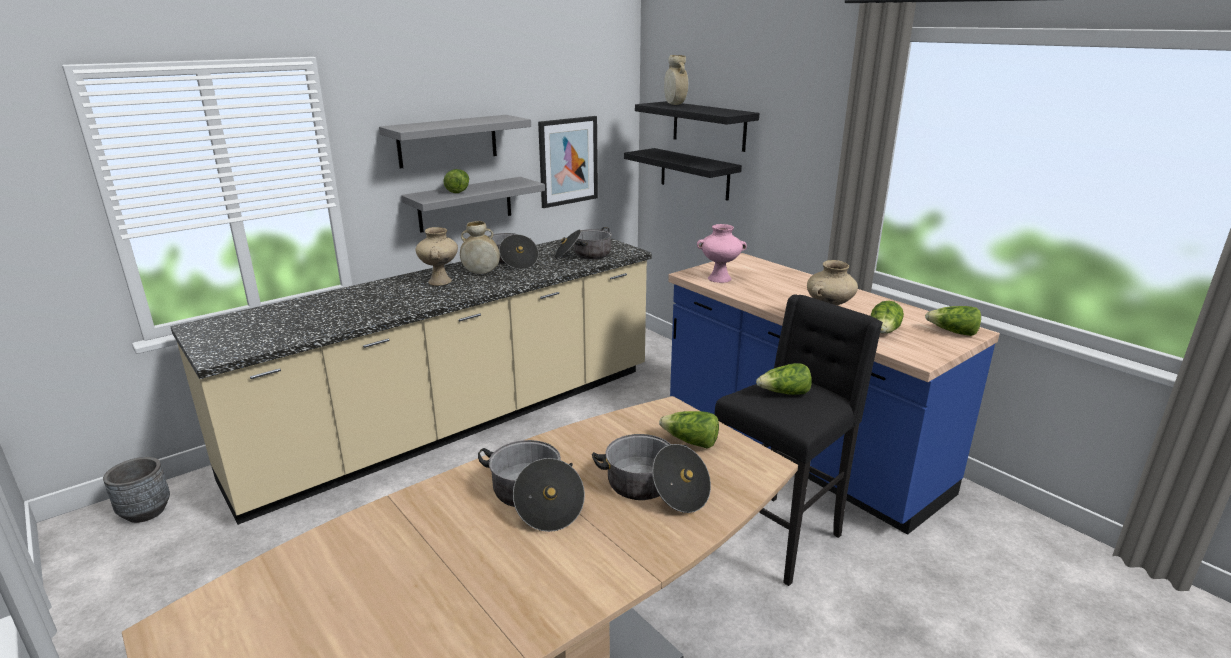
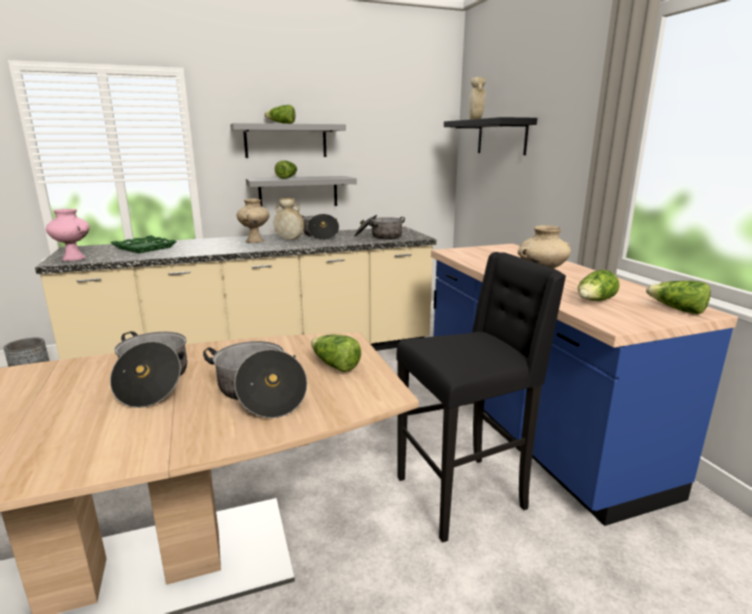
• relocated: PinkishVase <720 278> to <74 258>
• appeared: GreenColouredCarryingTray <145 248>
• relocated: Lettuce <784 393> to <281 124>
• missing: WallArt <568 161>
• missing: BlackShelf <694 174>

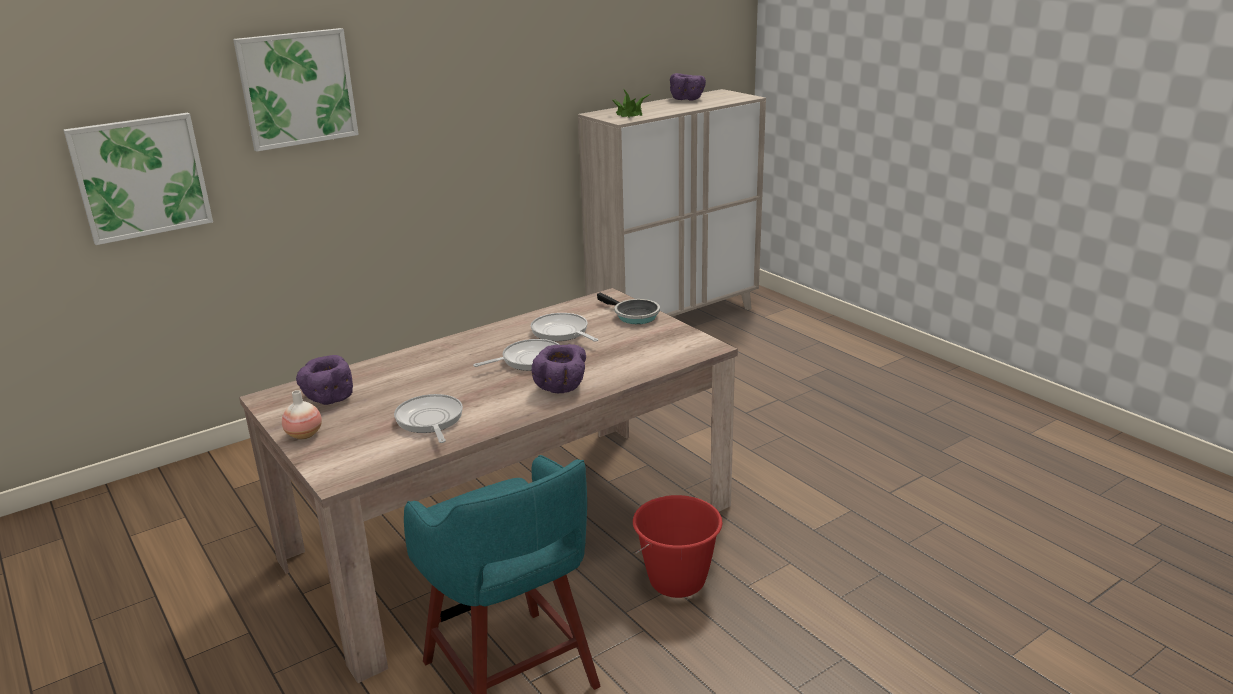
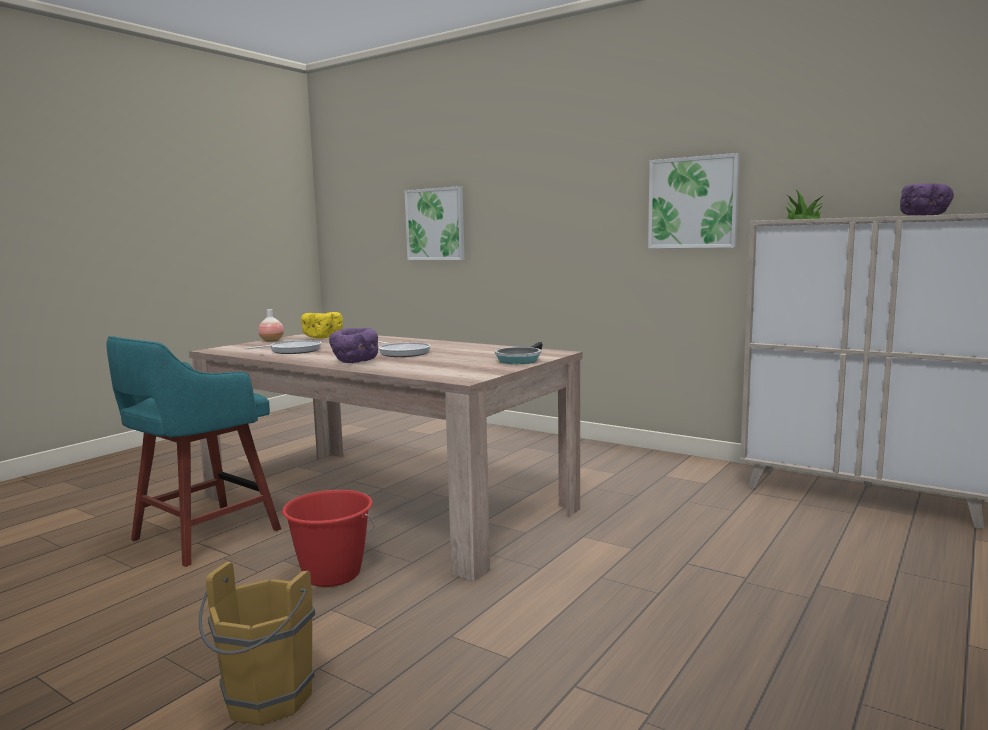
• appeared: BrownColouredWaterBucket <264 702>
• colour: PurplishDeepDish <327 398> to YellowDeepDish <323 337>
• relocated: WallArt <297 88> to <693 203>
• missing: FryingPan <562 332>

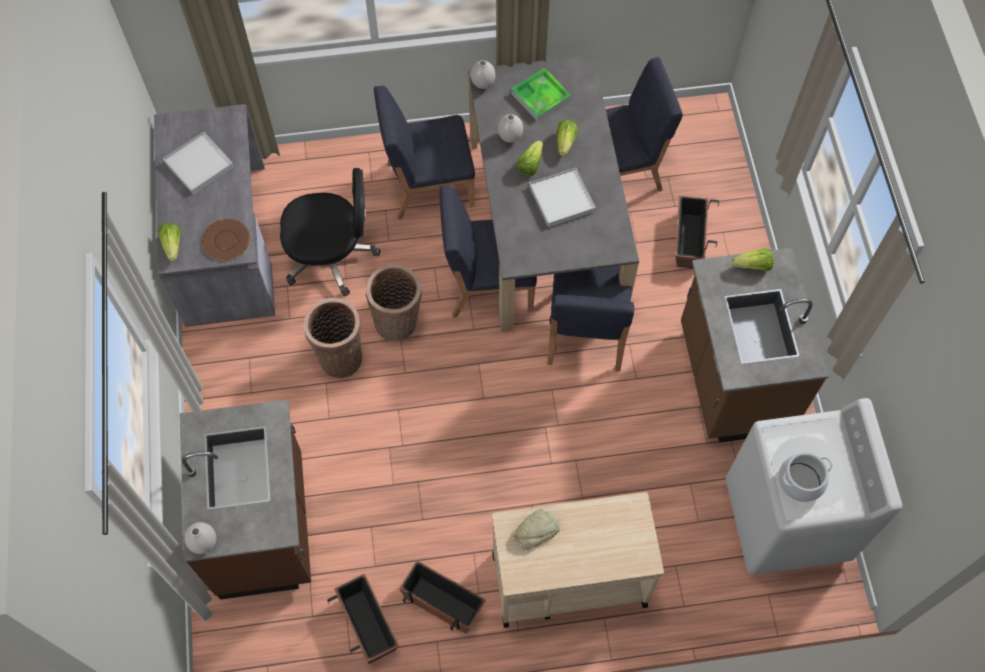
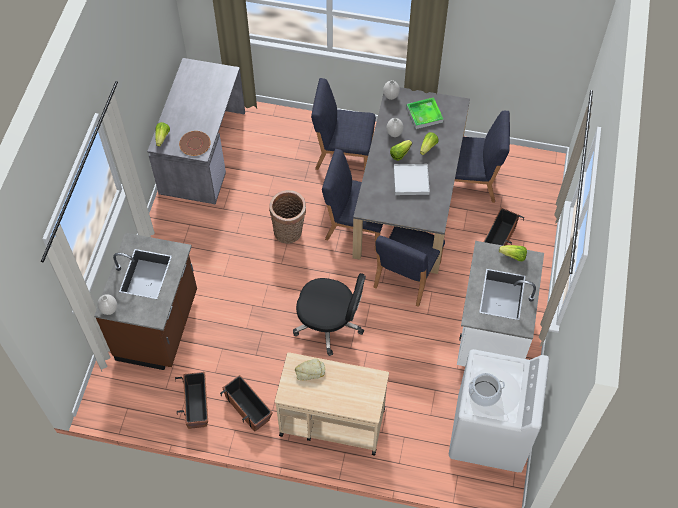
• relocated: BlackDeskChair <332 255> to <329 324>
• colour: BrownColouredKitchenBaseUnit <731 379> to WhiteColouredKitchenBaseUnit <490 335>
• missing: WhiteColouredCarryingTray <199 165>
• missing: Basket <340 356>

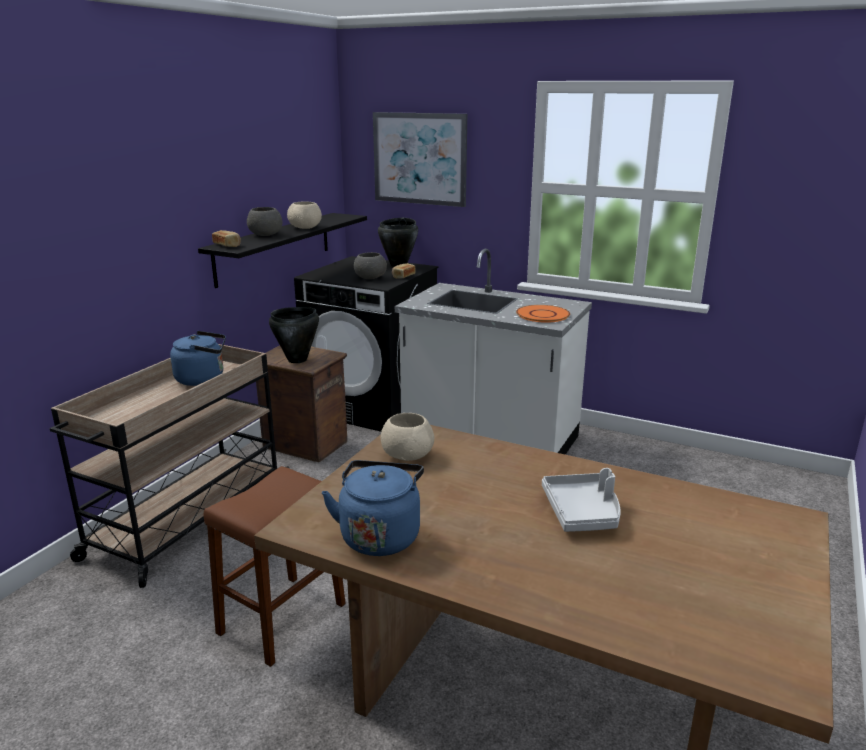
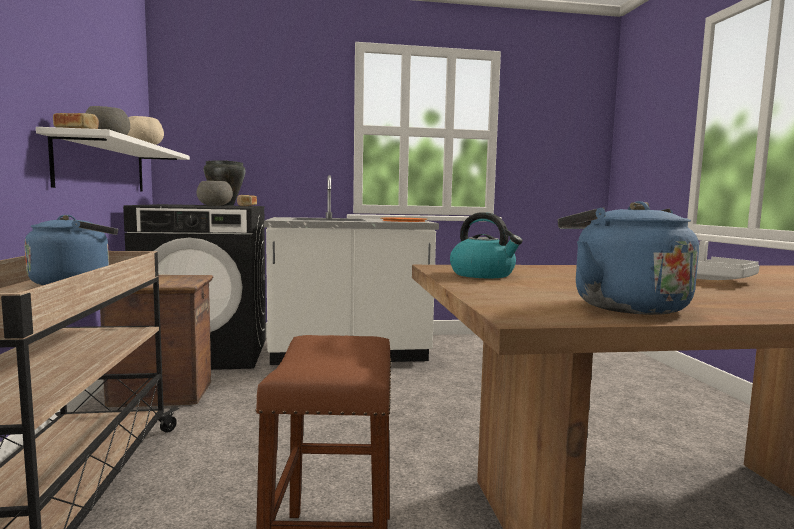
• colour: BlackShelf <274 248> to WhiteColouredShelf <103 166>
• exchanged: BeigeDeepDish <407 455> to Kettle <483 274>
• missing: BlackSaucepot <297 360>
• missing: WallArt <419 159>

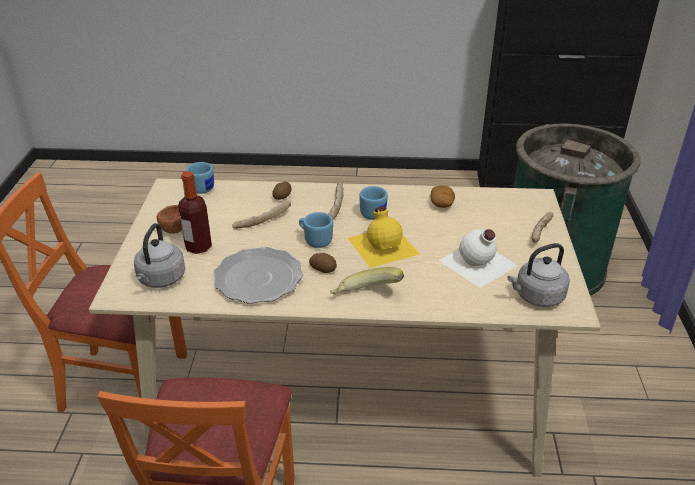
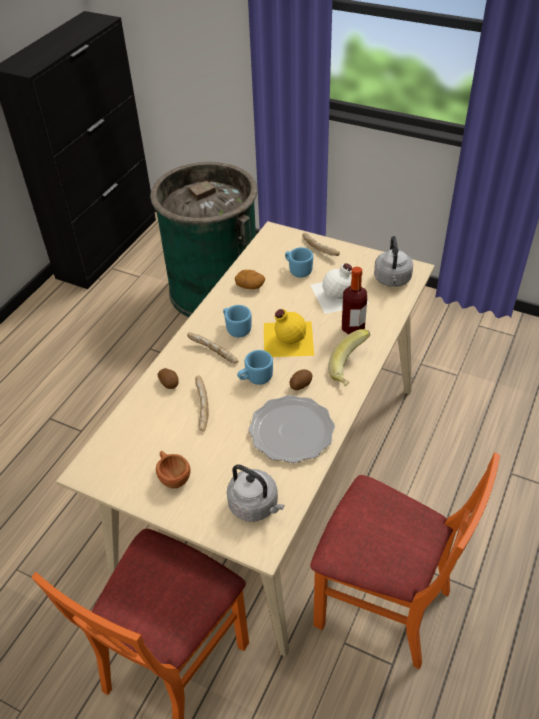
• relocated: BluishMug <204 187> to <298 270>
• relocated: BeverageBottle <198 247> to <353 328>

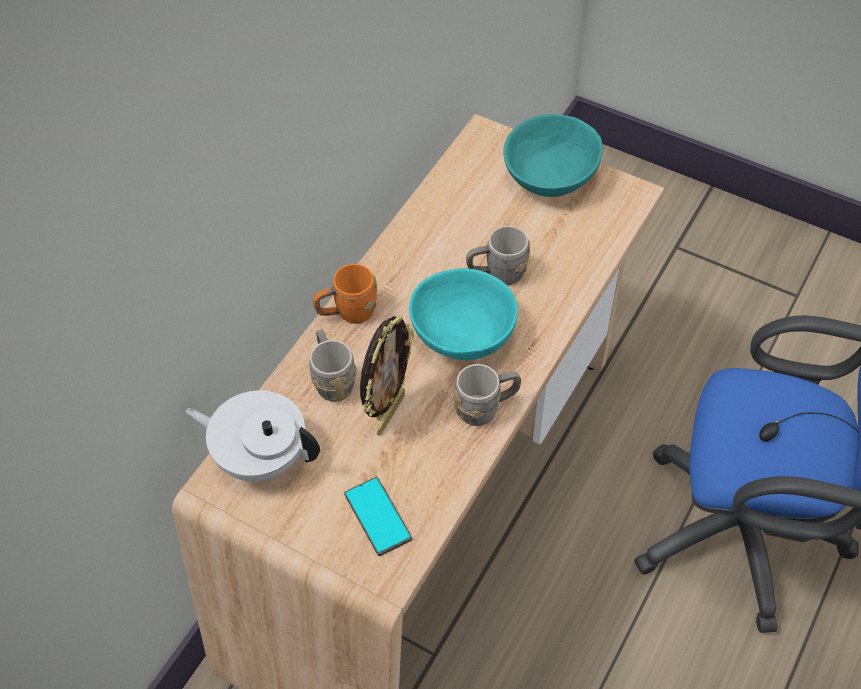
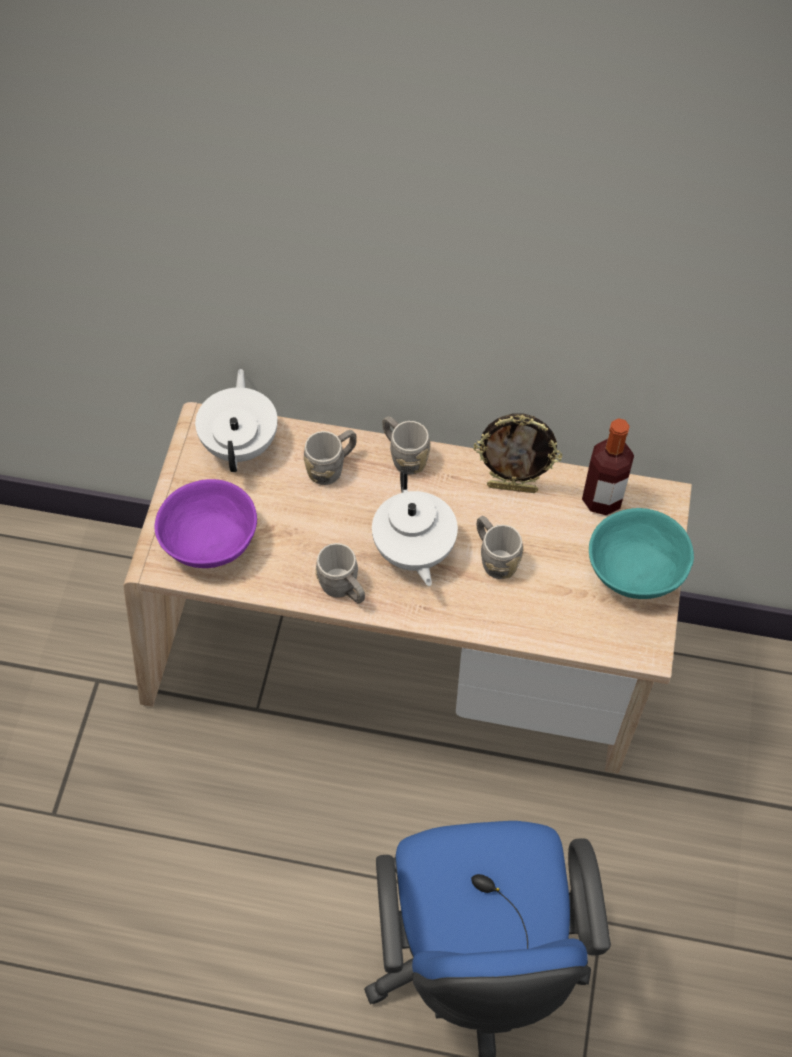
• exchanged: Phone <378 516> to PurplishDeepDish <212 541>
• exchanged: TurquoiseDeepDish <464 336> to WhiteColouredTeaPot <413 551>
• colour: OrangeMug <347 313> to GreyMug <404 456>
• relocated: PhotoFrame <389 413> to <512 487>
• appeared: BeverageBottle <602 499>

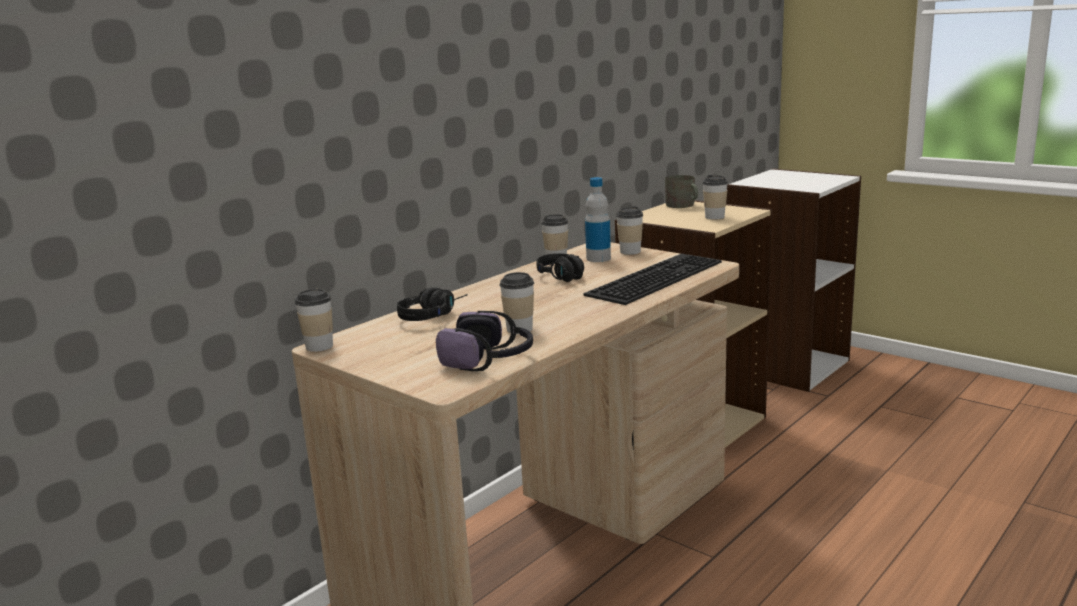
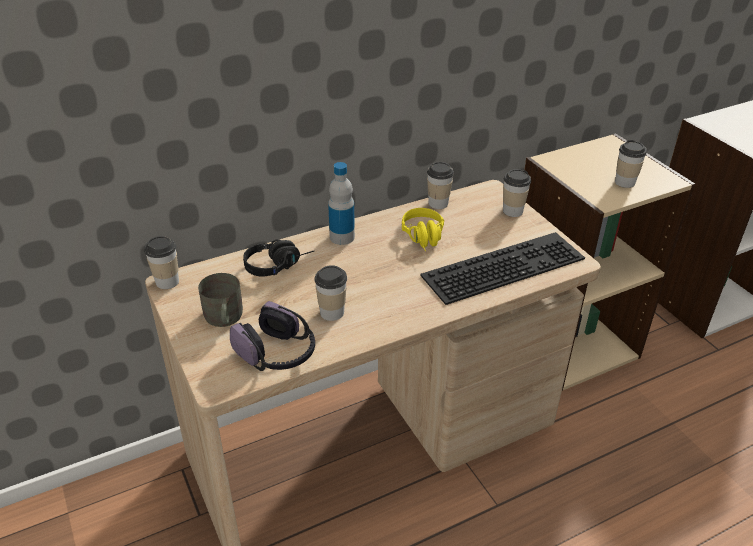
• relocated: GreyMug <682 205> to <223 318>
• relocated: BeverageBottle <598 258> to <342 237>
• colour: BlackHeadset <565 278> to YellowHeadset <425 239>

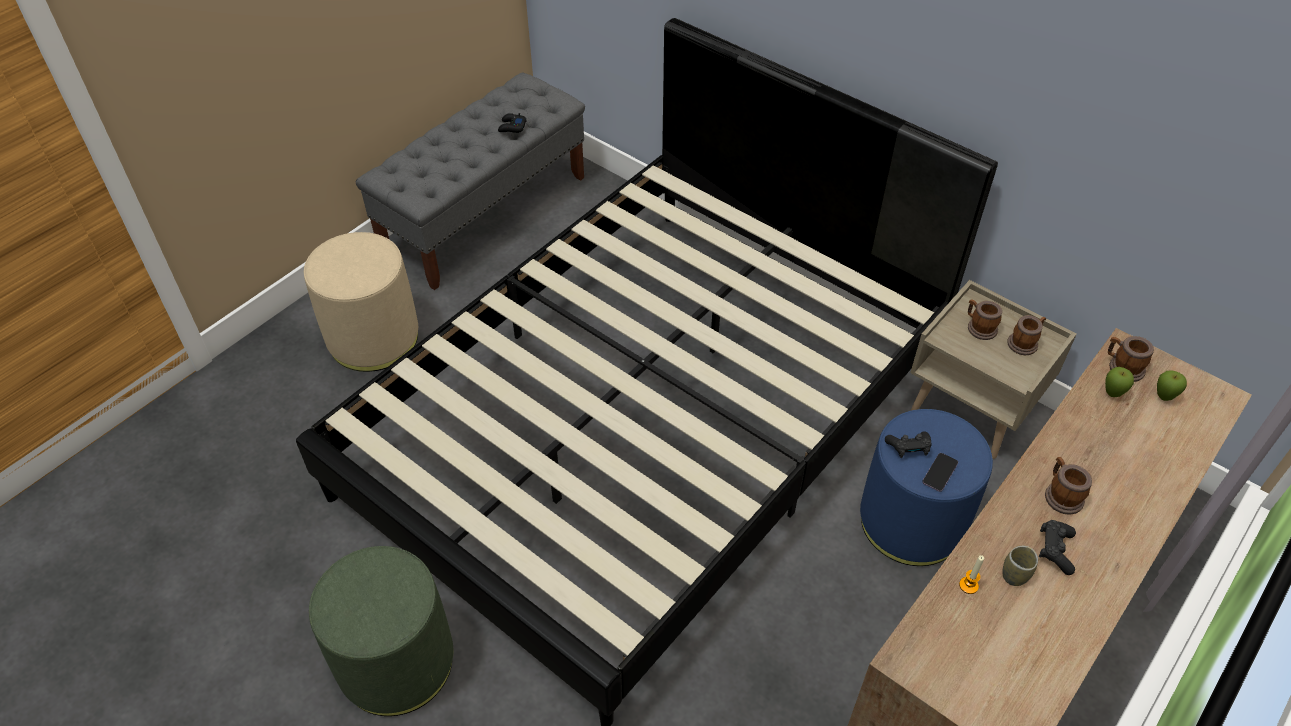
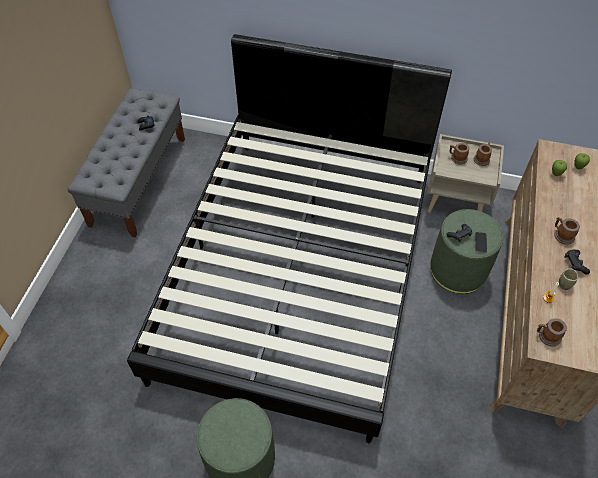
• colour: BluishPouffe <911 521> to GreenColouredPouffe <457 270>
• relocated: Mug <1122 367> to <547 336>
• missing: BeigePouffe <374 338>

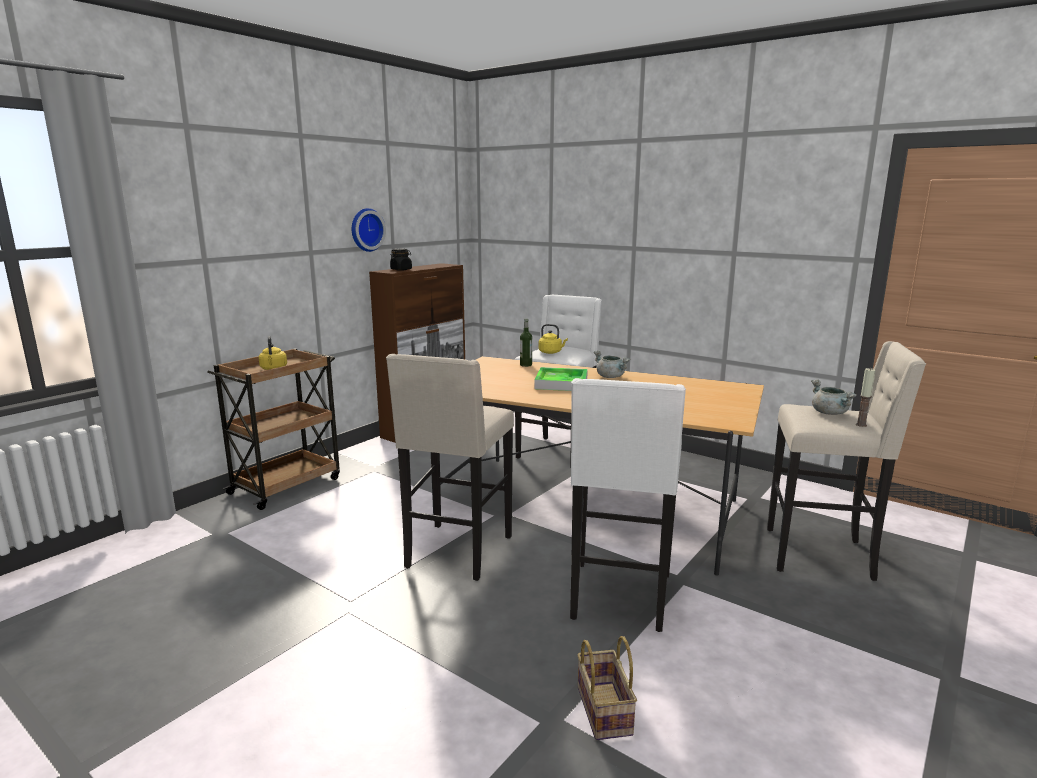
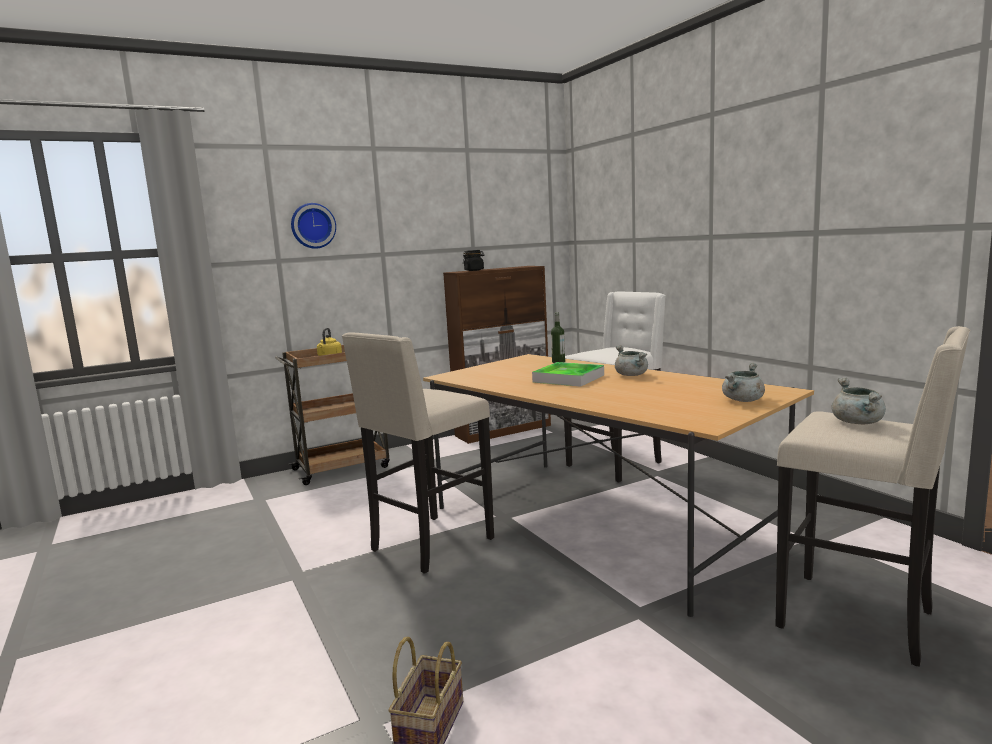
• relocated: ClockOnTheWall <366 230> to <312 226>
• appeared: GreySaucepot <743 400>
• missing: YellowKettle <551 352>
• missing: WhiteColouredStool <619 598>
• missing: Candle <861 425>

